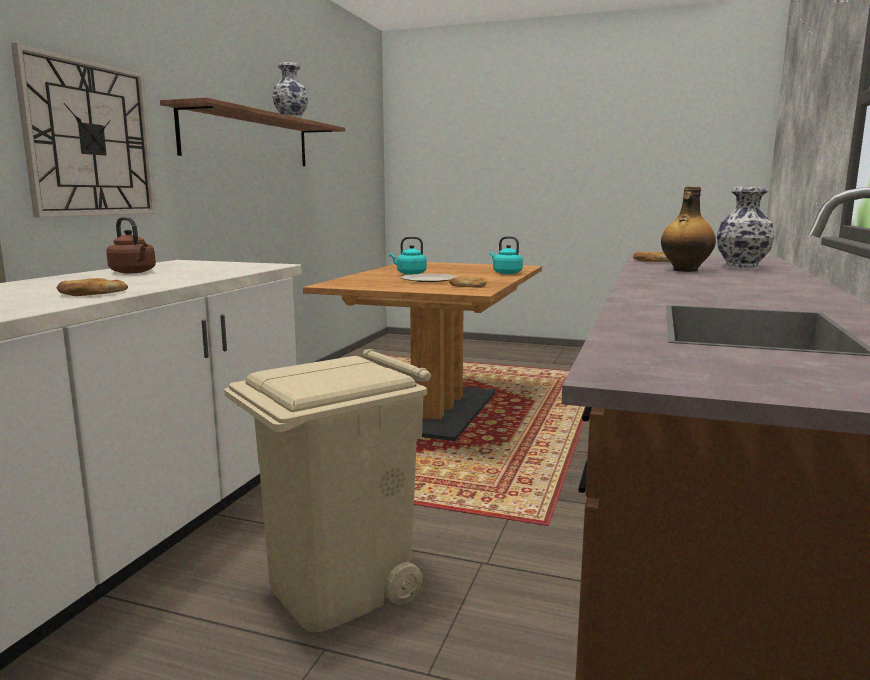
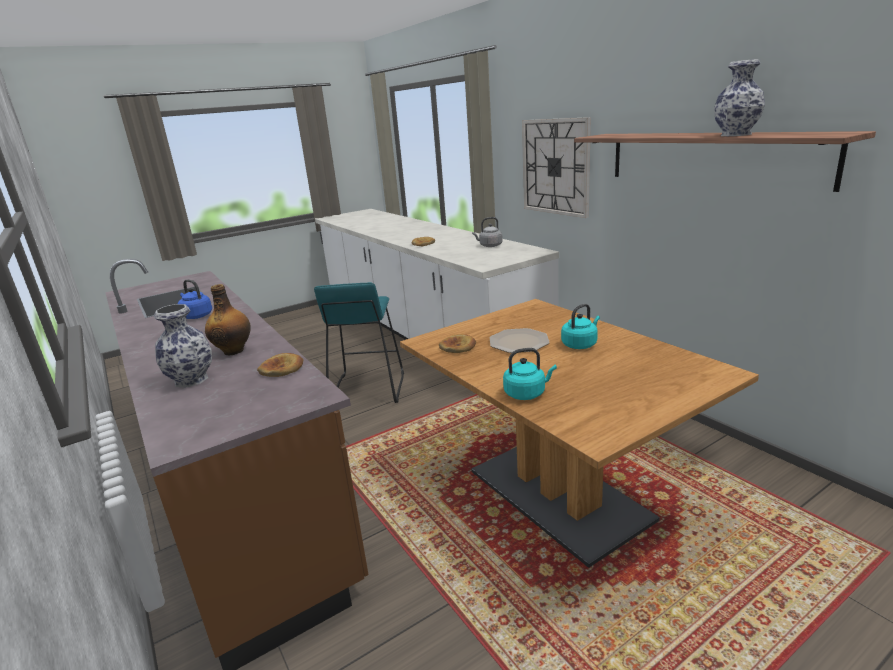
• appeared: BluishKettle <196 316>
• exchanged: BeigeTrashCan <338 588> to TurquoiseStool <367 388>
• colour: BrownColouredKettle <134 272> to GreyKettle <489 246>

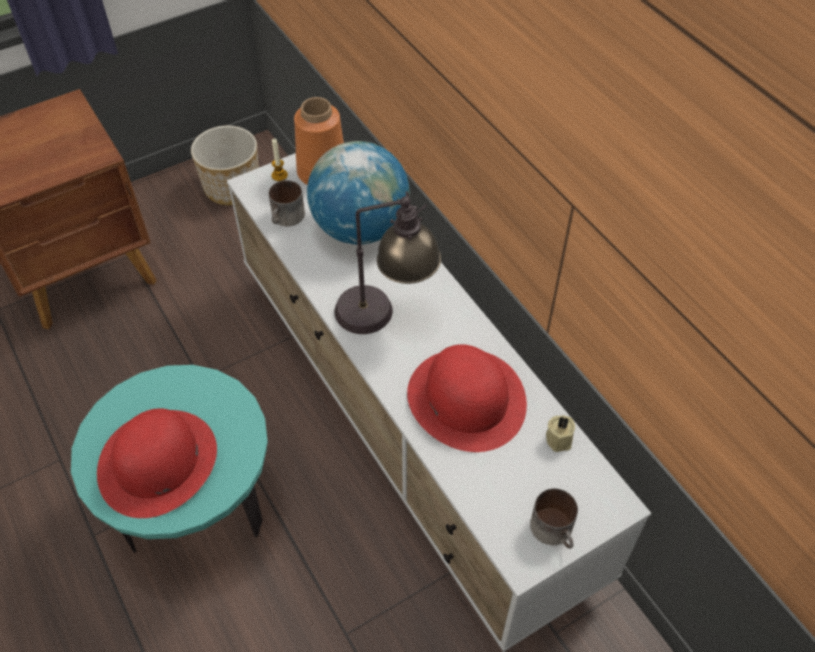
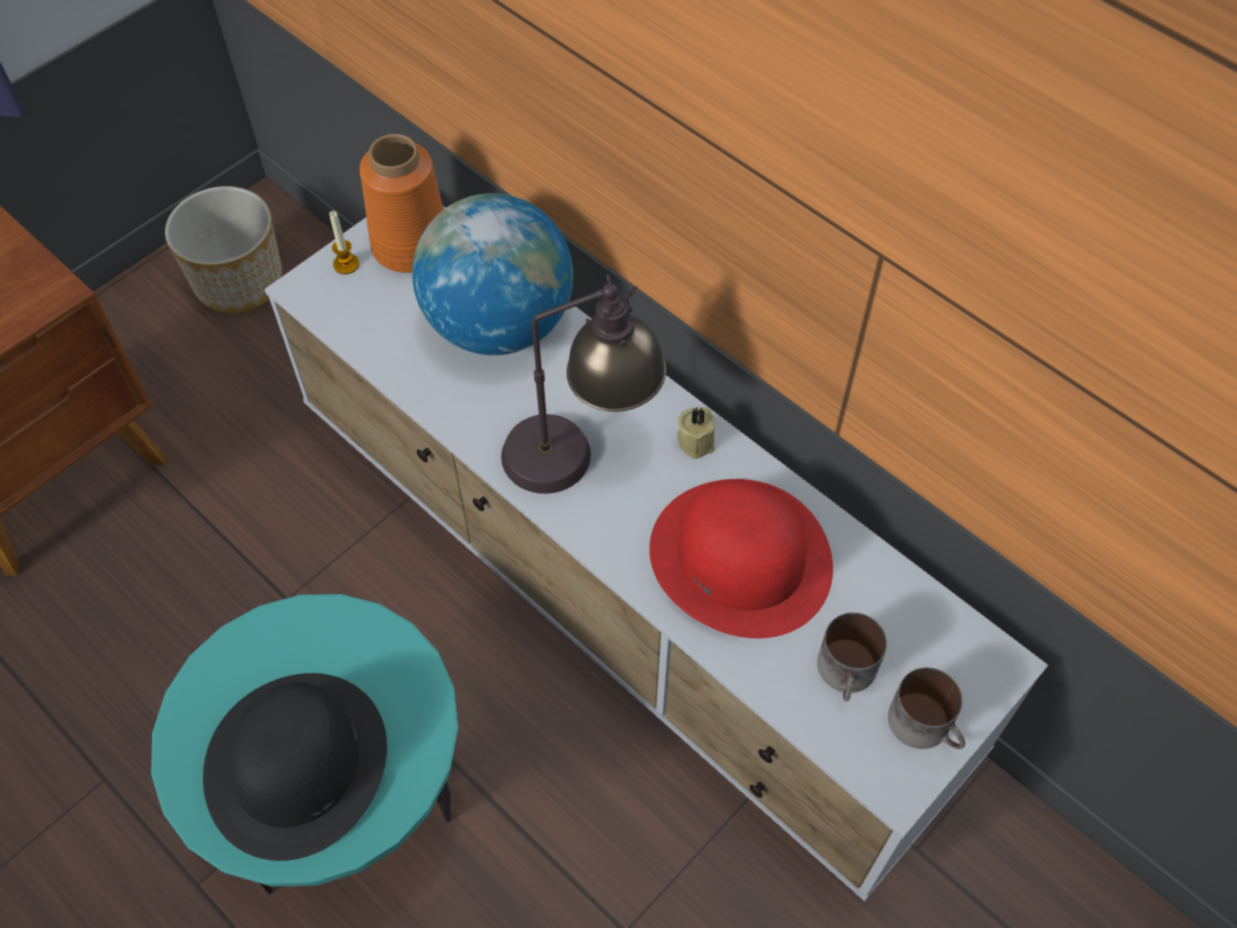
• colour: ReddishClothingHat <158 463> to BlackClothingHat <297 764>
• relocated: BeigeCandle <560 438> to <697 440>
• relocated: Mug <287 218> to <848 673>

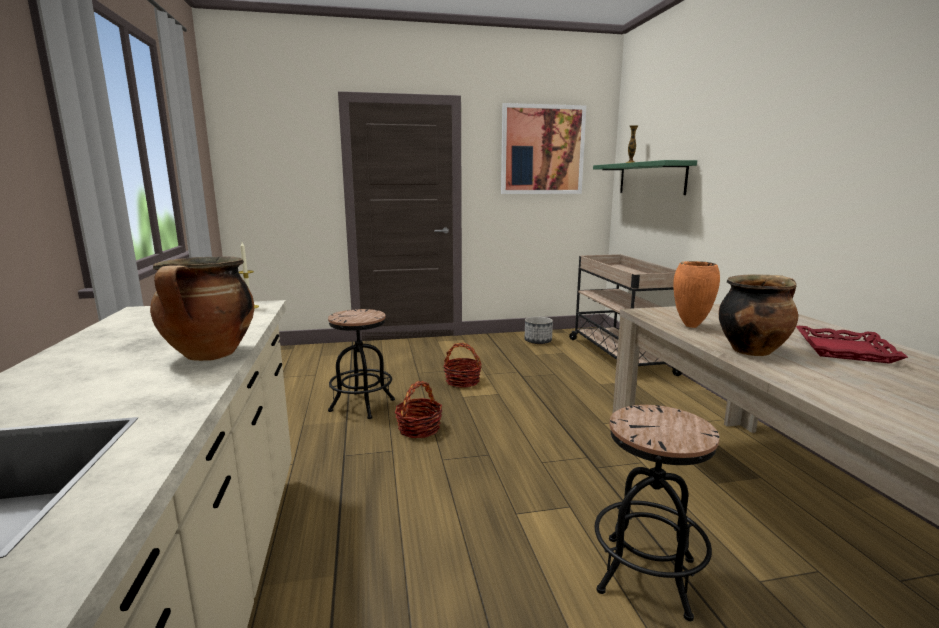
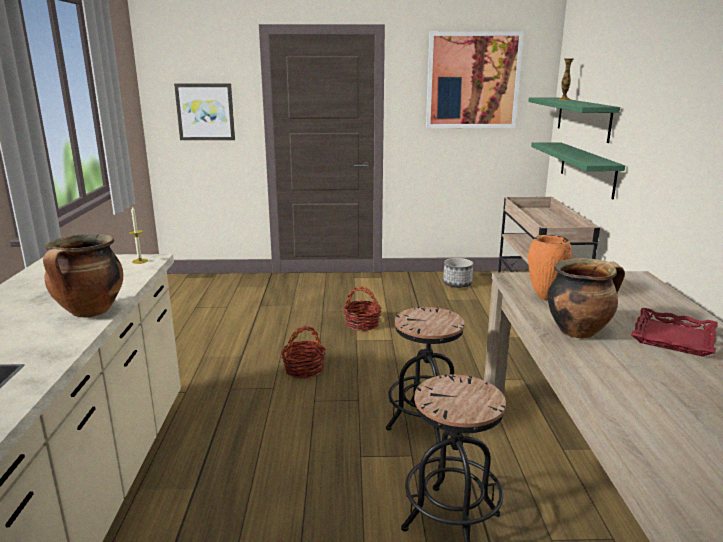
• appeared: WallArt <205 112>
• relocated: BlackStool <362 405> to <424 423>
• appeared: GreenColouredShelf <587 168>

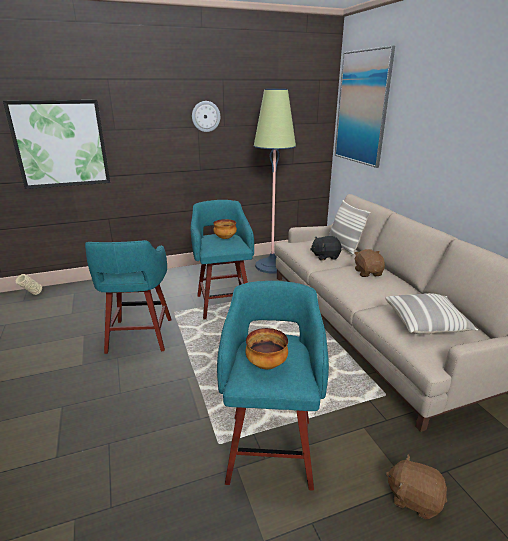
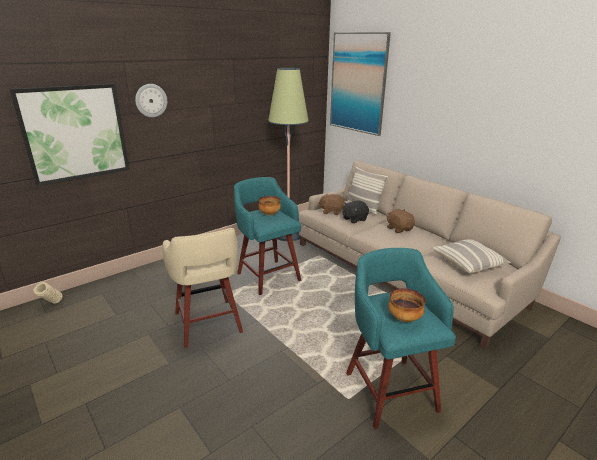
• relocated: ClockOnTheWall <206 116> to <151 100>
• colour: TurquoiseStool <139 337> to BeigeStool <208 324>
• relocated: BrownColouredSoftToy <414 498> to <331 211>

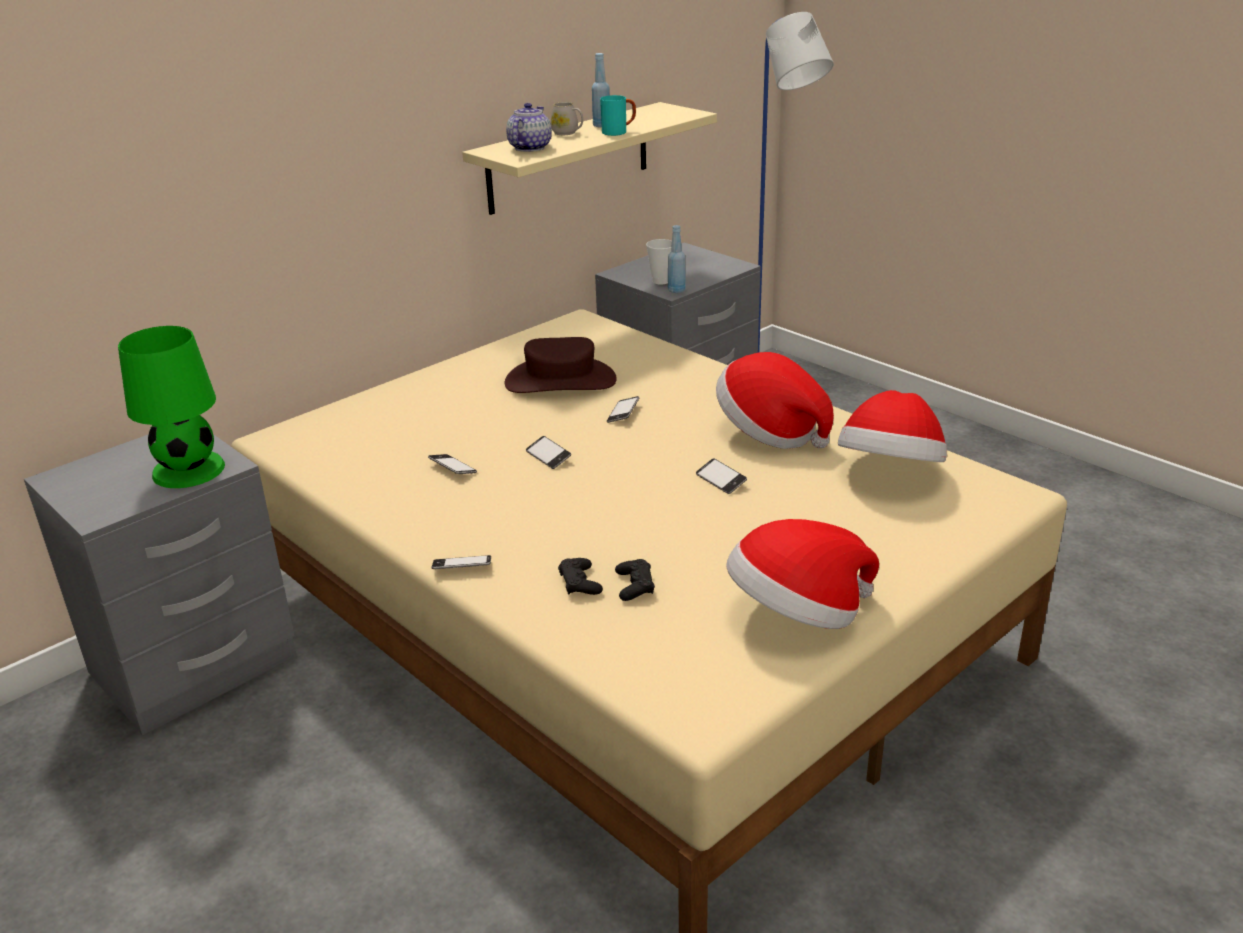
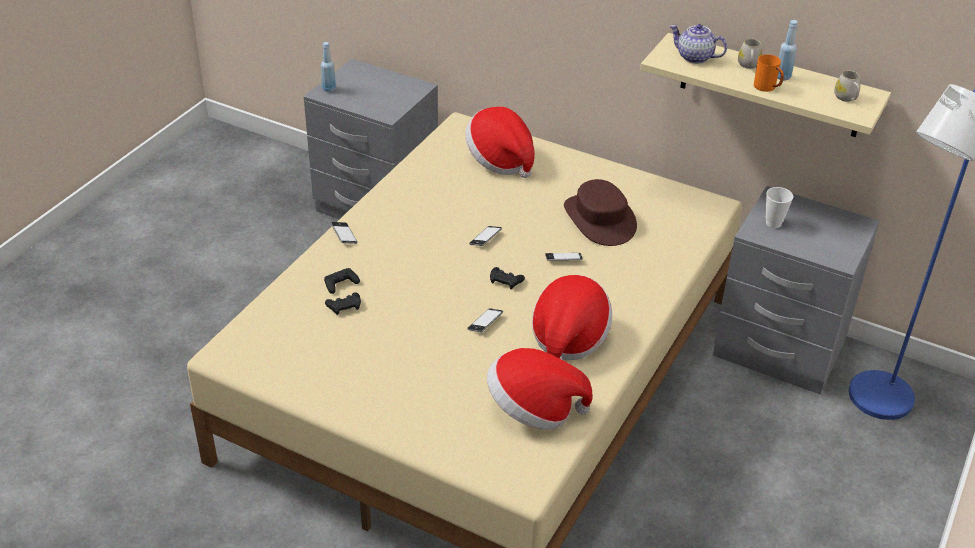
• relocated: BluishBeverageBottle <676 290> to <329 89>
• relocated: ClothingHat <797 614> to <500 160>
• appeared: BlackGamepad <505 281>
• spun: TeaPot <529 148> = <694 57> 150 degrees counterclockwise
• colour: TurquoiseMug <619 132> to OrangeMug <767 88>
• appeared: WhiteColouredMug <847 98>
• missing: GreenColouredTableLamp <188 470>
• missing: Phone <452 468>

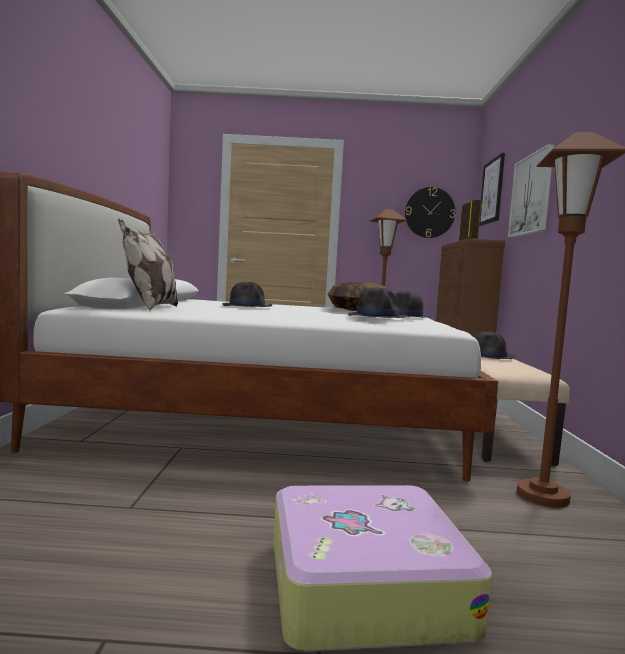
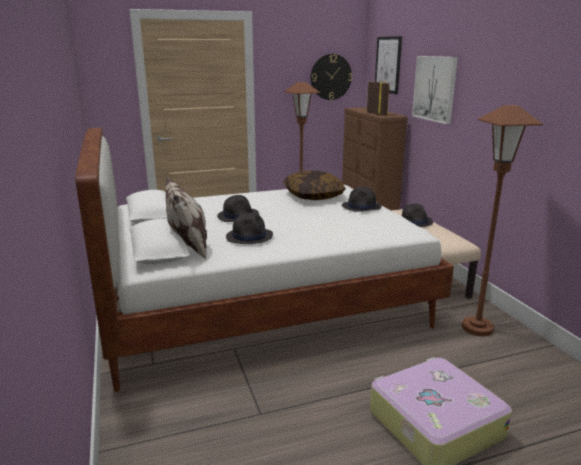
• relocated: BlackClothingHat <377 316> to <249 236>

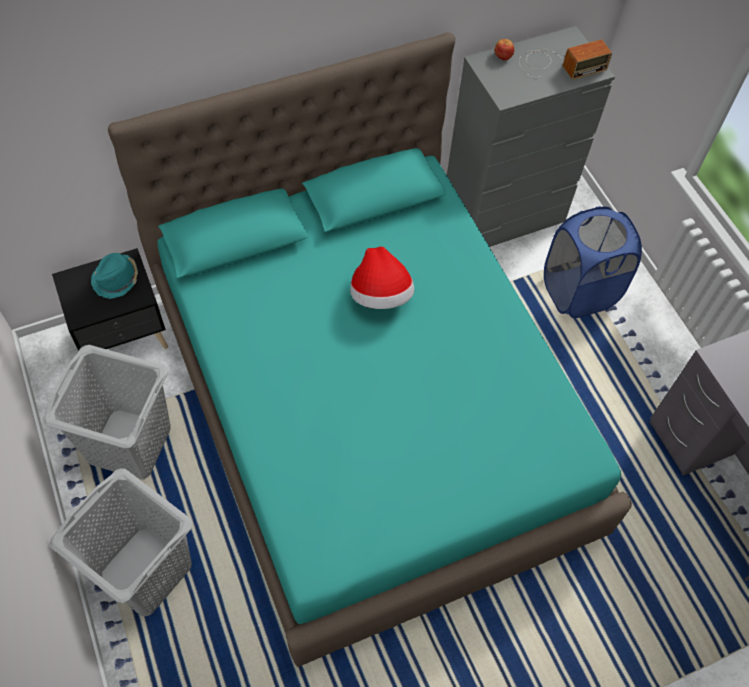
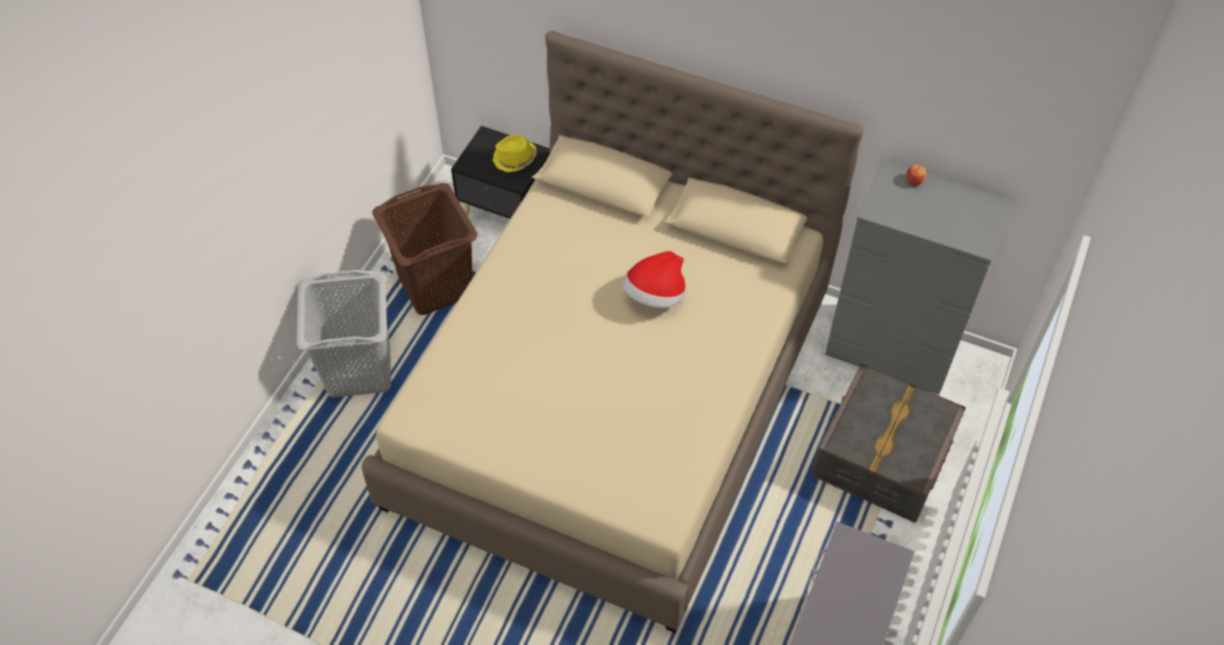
• colour: TurquoiseSleepingBed <370 409> to BeigeSleepingBed <613 399>
• colour: GreyHamper <130 444> to BrownColouredHamper <435 286>
• colour: TurquoiseClothingHat <116 279> to YellowClothingHat <515 159>
• exchanged: BluishHamper <579 292> to GreyStorageBox <883 456>
• missing: RadioReceiver <558 64>

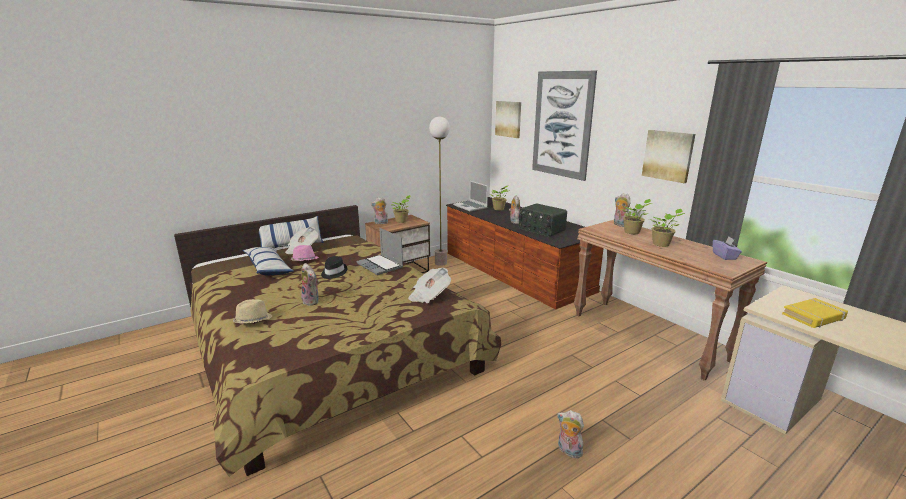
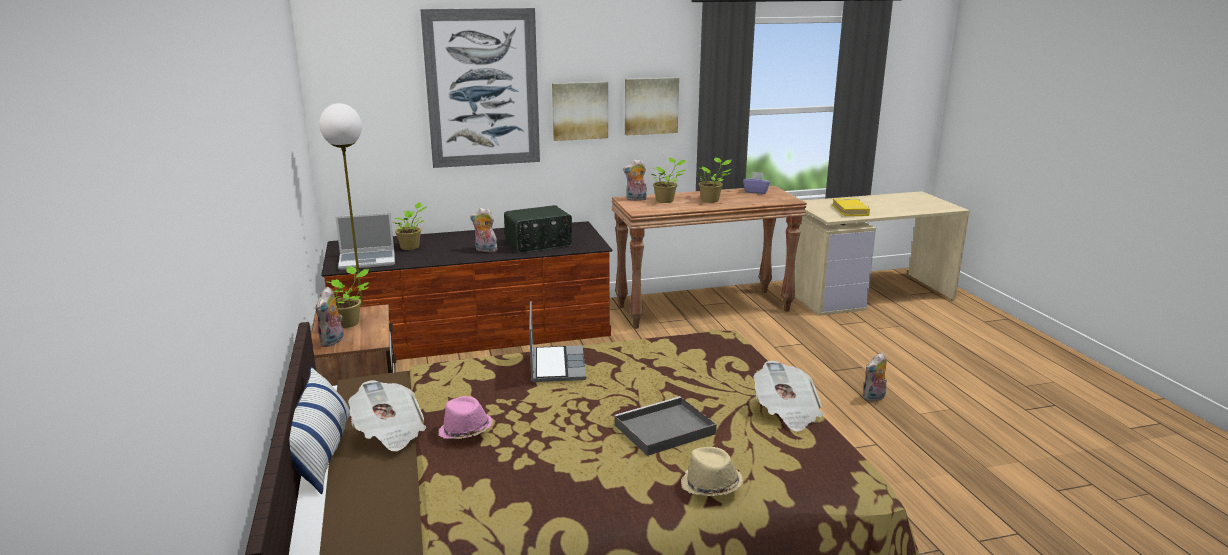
• spun: NotebookComputer <380 265> = <556 365> 75 degrees counterclockwise
• relocated: WallArt <508 119> to <580 110>
• exchanged: SoftToy <312 301> to GreyCarryingTray <663 430>
• relocated: PrintedPaper <429 296> to <786 412>
• missing: Cushion <268 268>
• missing: BlackClothingHat <333 272>

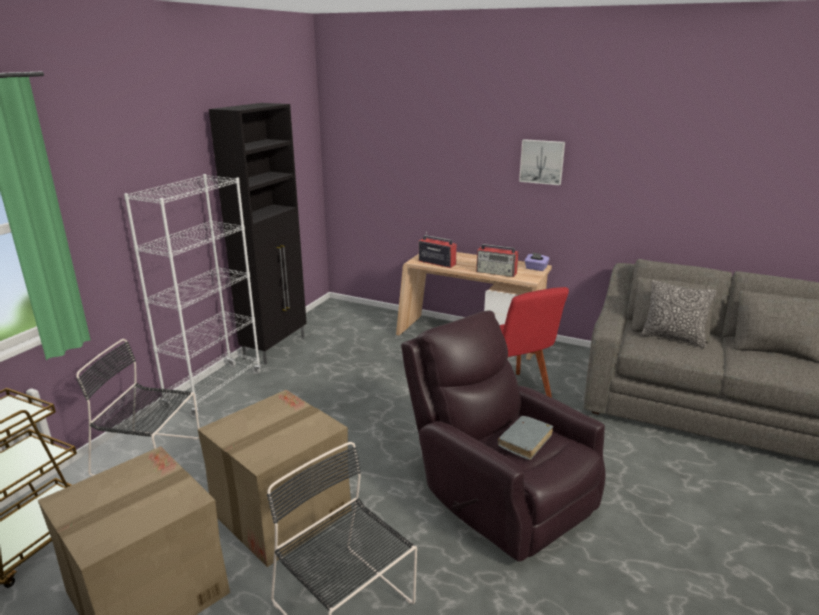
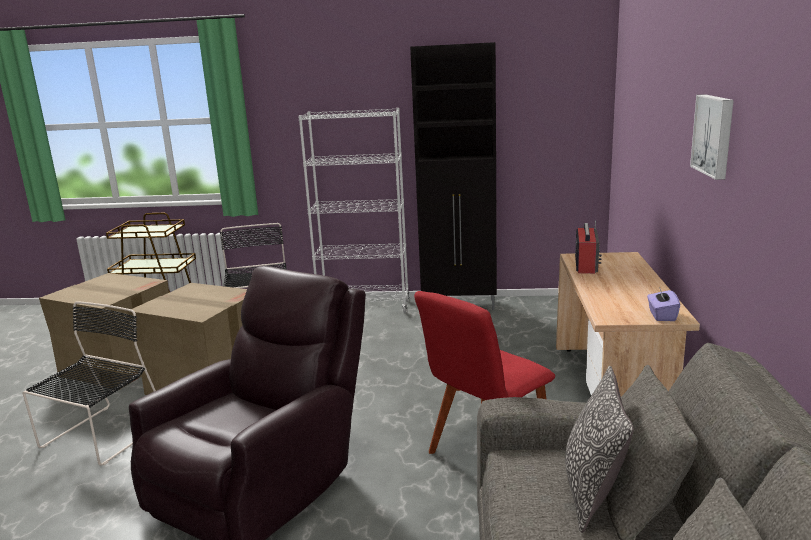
• missing: RadioReceiver <497 272>
• missing: GreyBoundBook <525 441>

